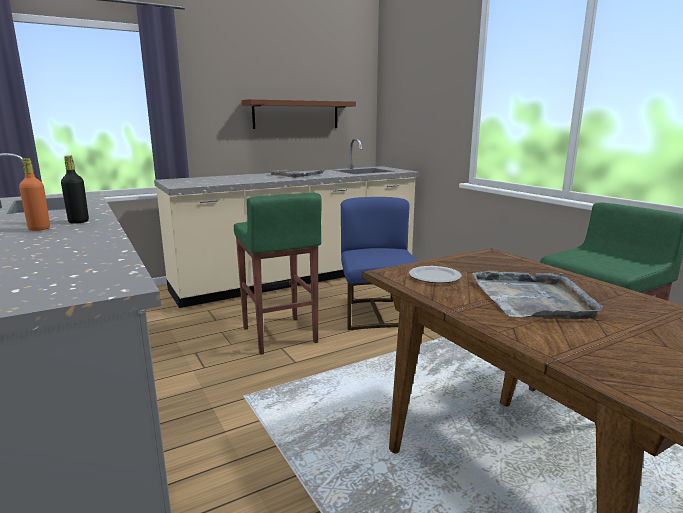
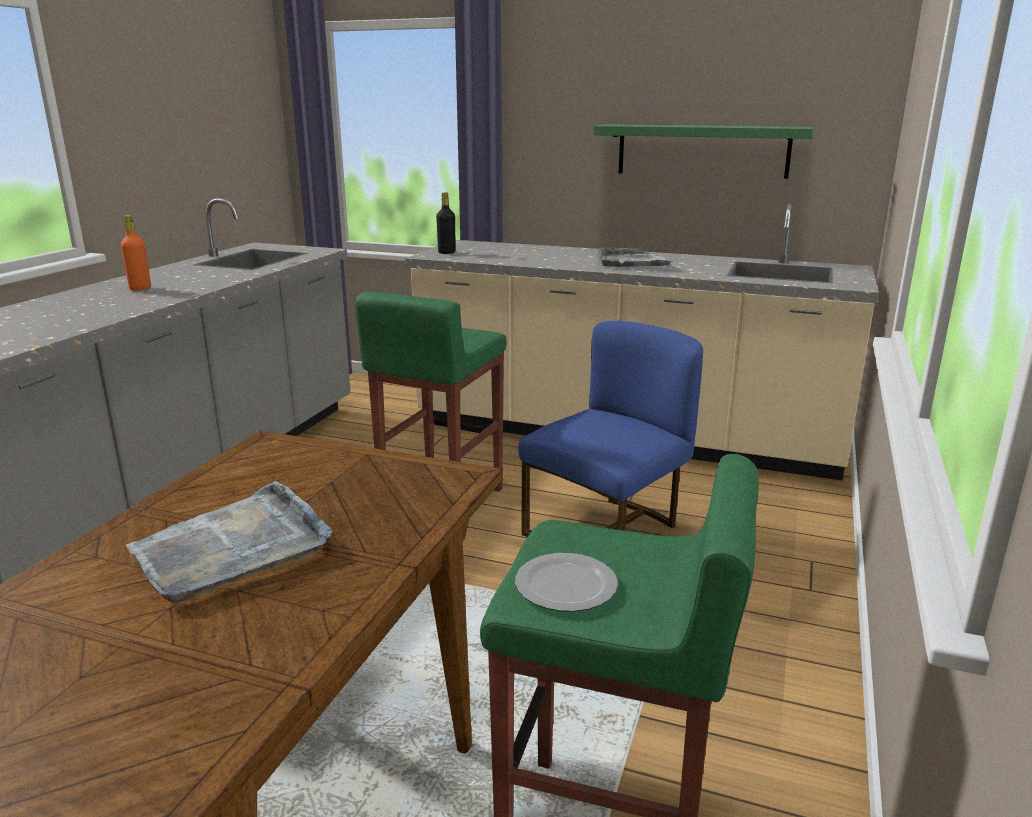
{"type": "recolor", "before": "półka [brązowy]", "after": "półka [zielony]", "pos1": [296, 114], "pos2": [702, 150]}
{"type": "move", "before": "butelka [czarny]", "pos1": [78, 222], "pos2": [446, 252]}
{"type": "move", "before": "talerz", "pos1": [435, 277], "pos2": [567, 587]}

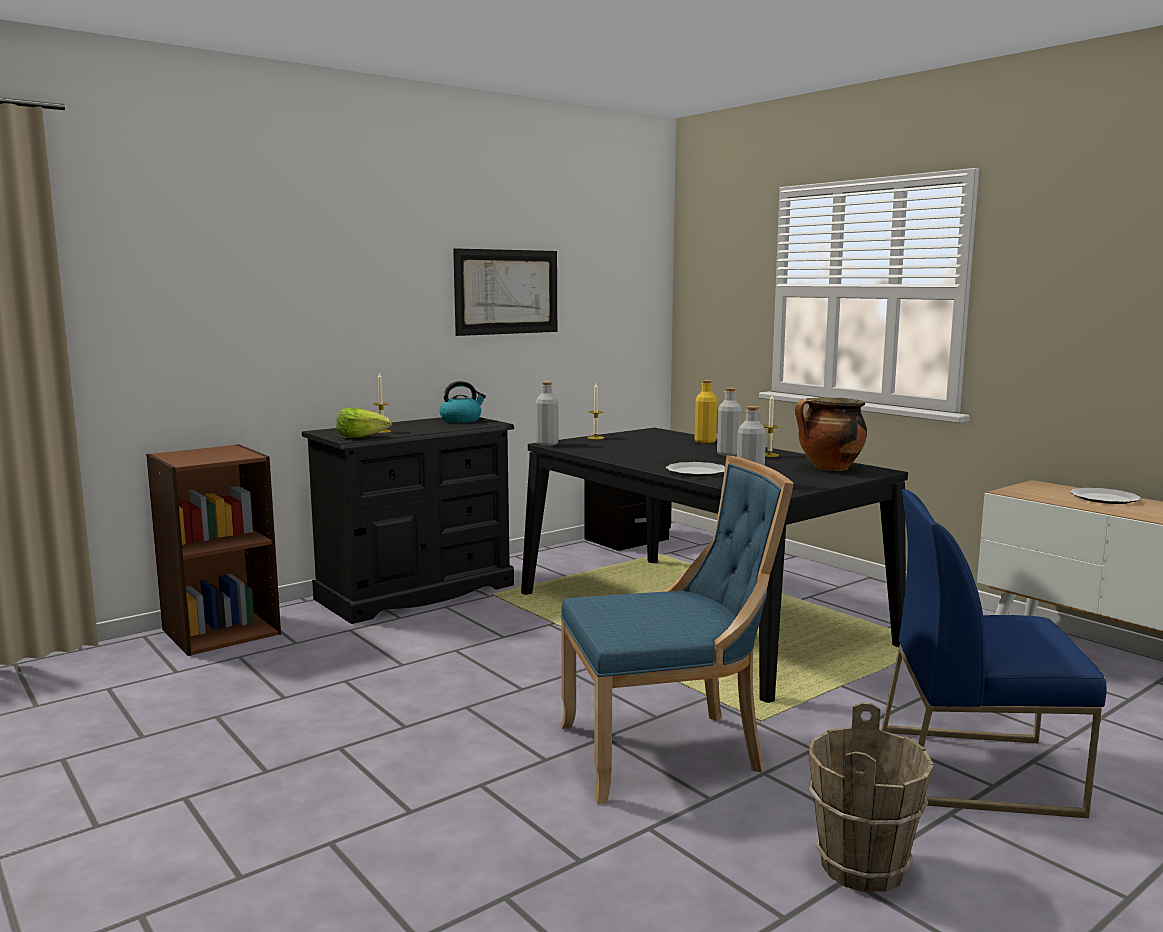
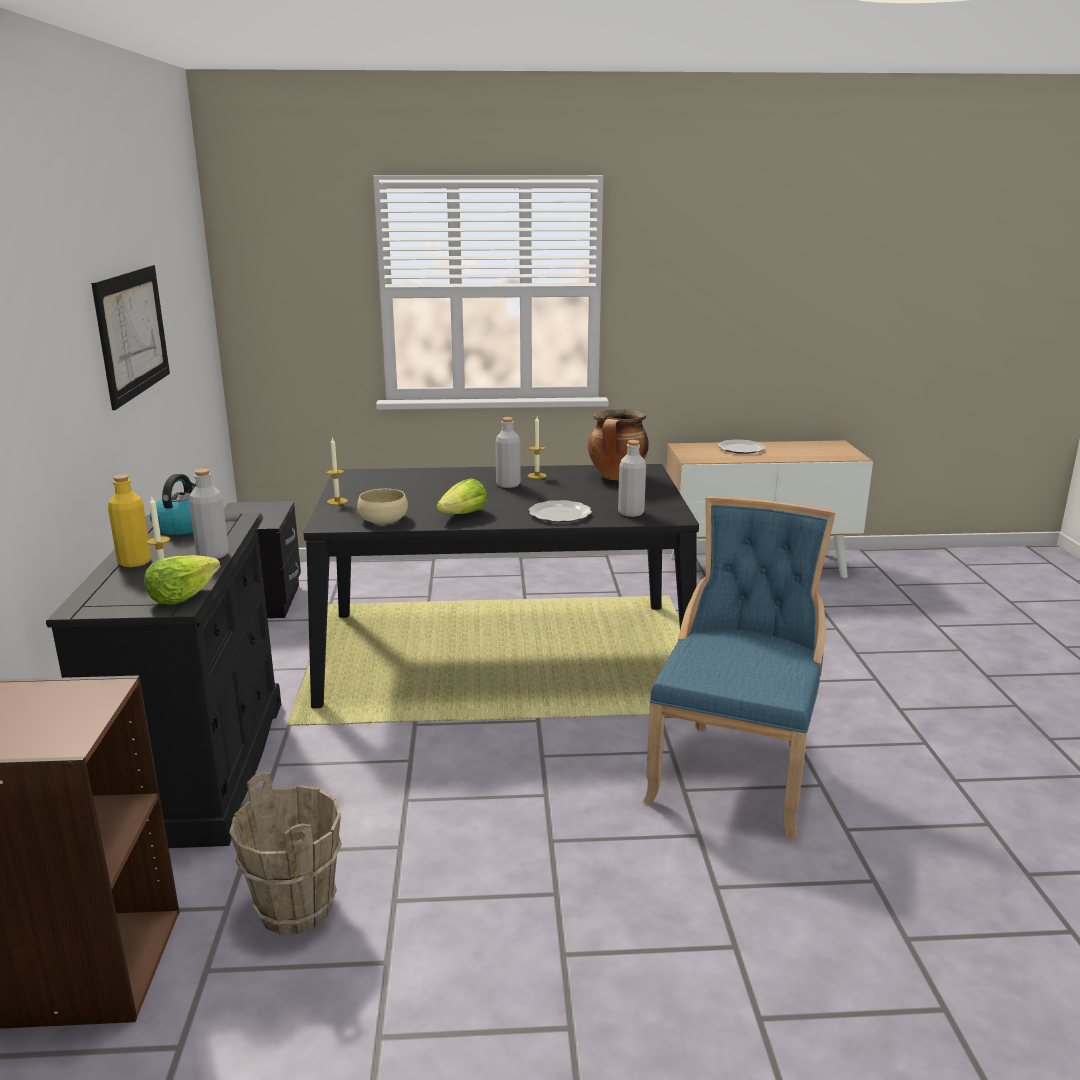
{"type": "move", "before": "butelka [żółty]", "pos1": [705, 441], "pos2": [134, 562]}
{"type": "move", "before": "butelka [szary]", "pos1": [547, 444], "pos2": [213, 555]}
{"type": "delete", "before": "krzesło [niebieski]", "pos1": [977, 769]}
{"type": "move", "before": "wiadro [brązowy]", "pos1": [863, 867], "pos2": [297, 908]}
{"type": "insert", "after": "sałata", "pos2": [463, 515]}
{"type": "insert", "after": "miska [beżowy]", "pos2": [383, 519]}

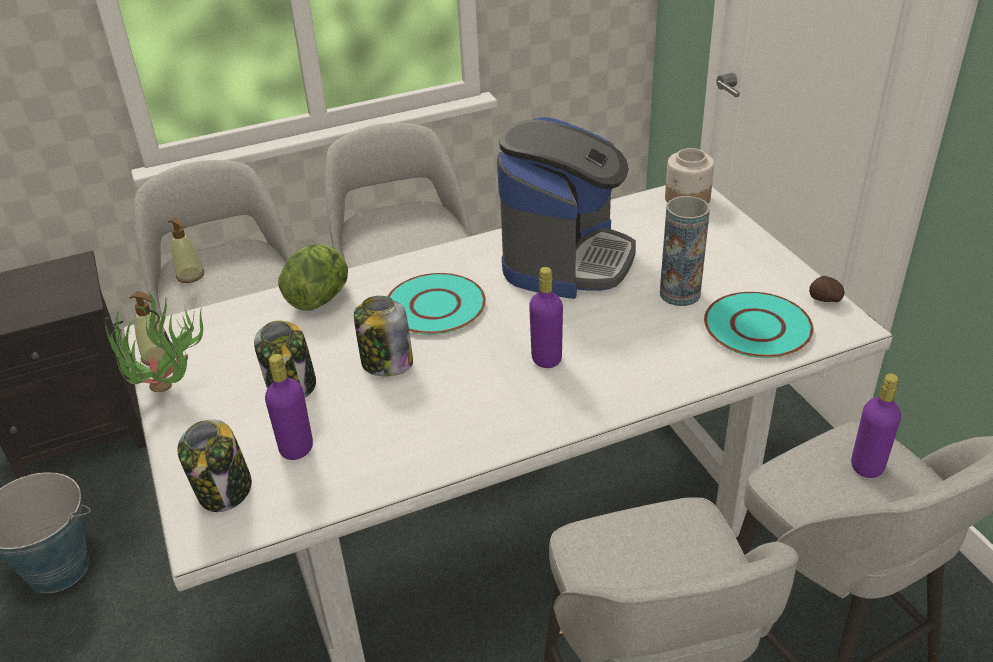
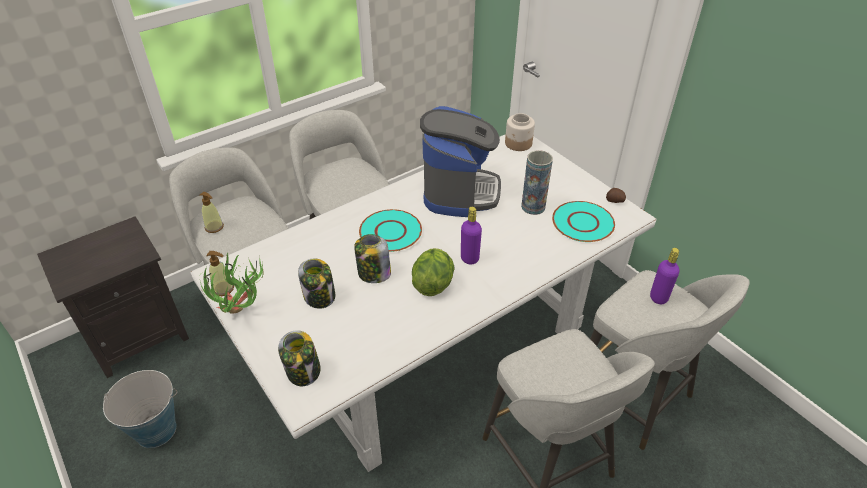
{"type": "move", "before": "sałata", "pos1": [320, 298], "pos2": [433, 283]}
{"type": "delete", "before": "butelka [fioletowy]", "pos1": [296, 449]}

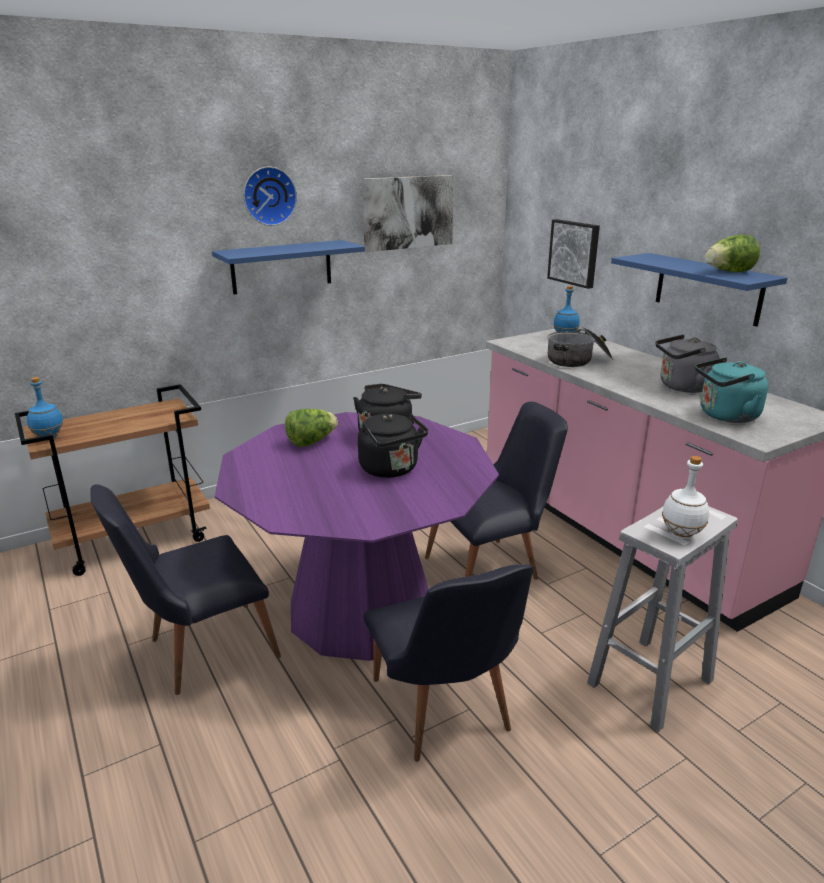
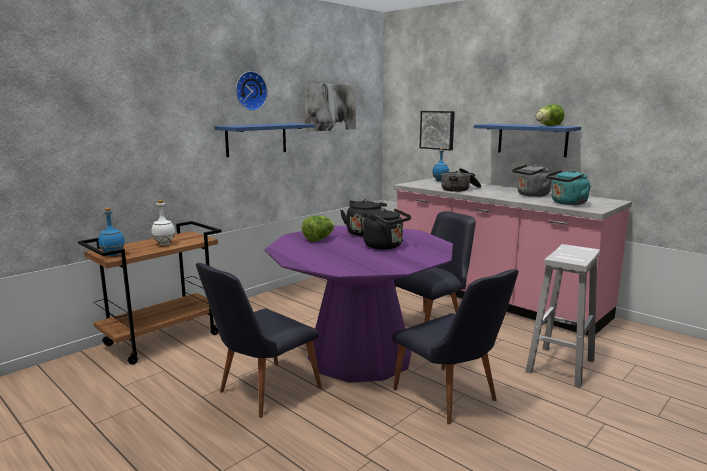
{"type": "move", "before": "butelka [biały]", "pos1": [682, 535], "pos2": [164, 244]}

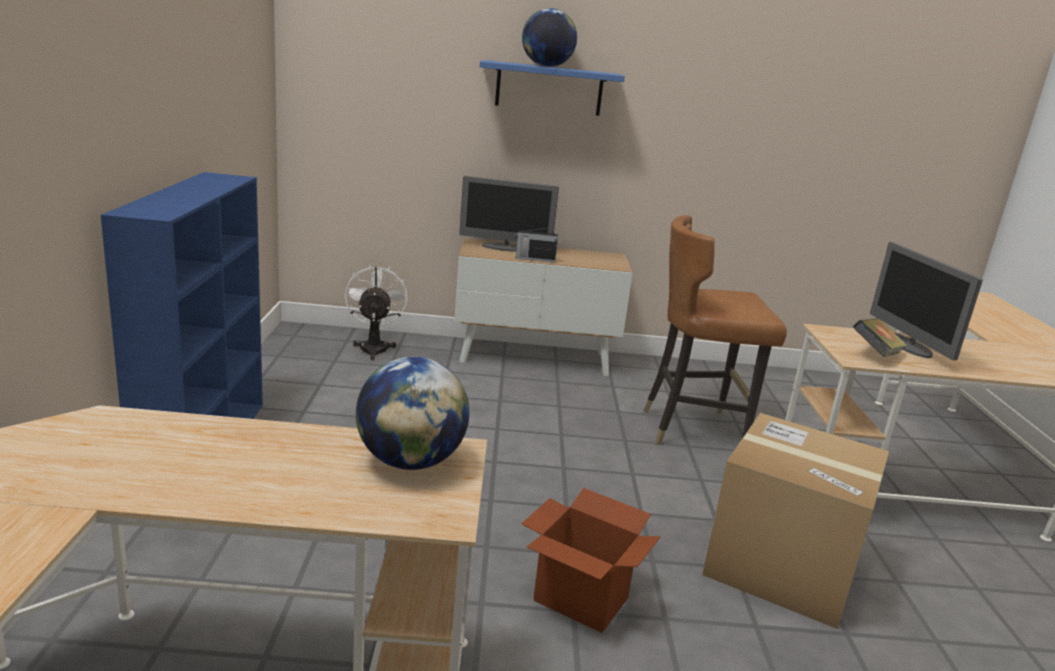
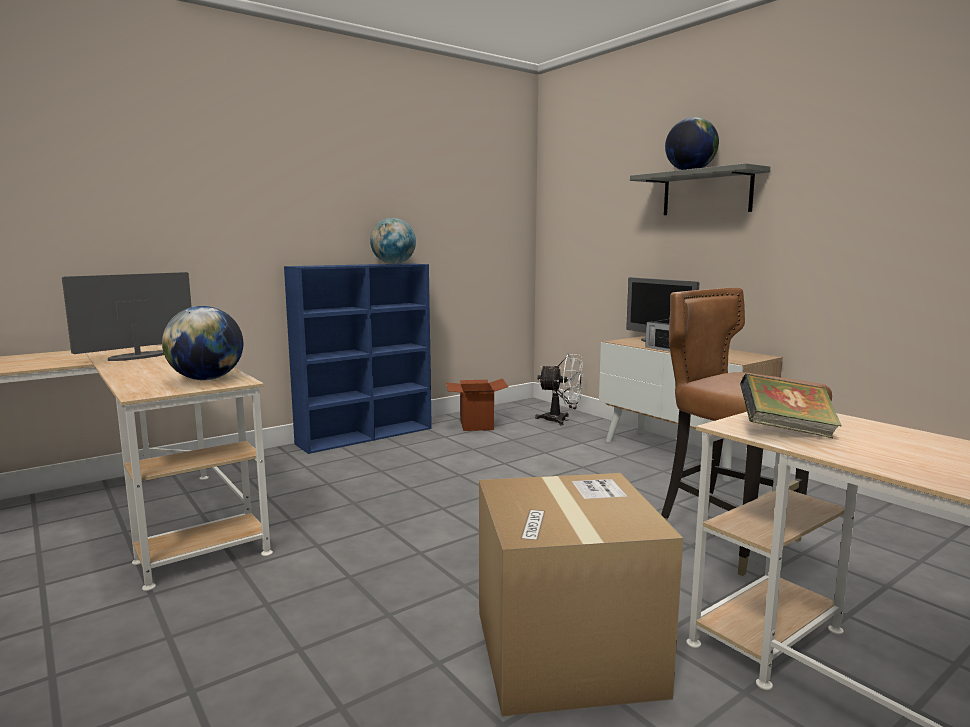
{"type": "recolor", "before": "półka [niebieski]", "after": "półka [szary]", "pos1": [549, 88], "pos2": [706, 193]}
{"type": "move", "before": "monitor", "pos1": [907, 346], "pos2": [138, 356]}
{"type": "rotate", "before": "wentylator [biały]", "pos1": [374, 347], "pos2": [561, 420], "turn": 60}
{"type": "move", "before": "karton", "pos1": [580, 599], "pos2": [476, 425]}
{"type": "insert", "after": "globus", "pos2": [393, 264]}

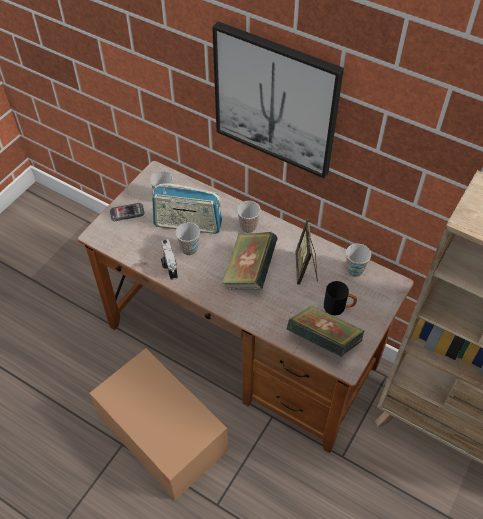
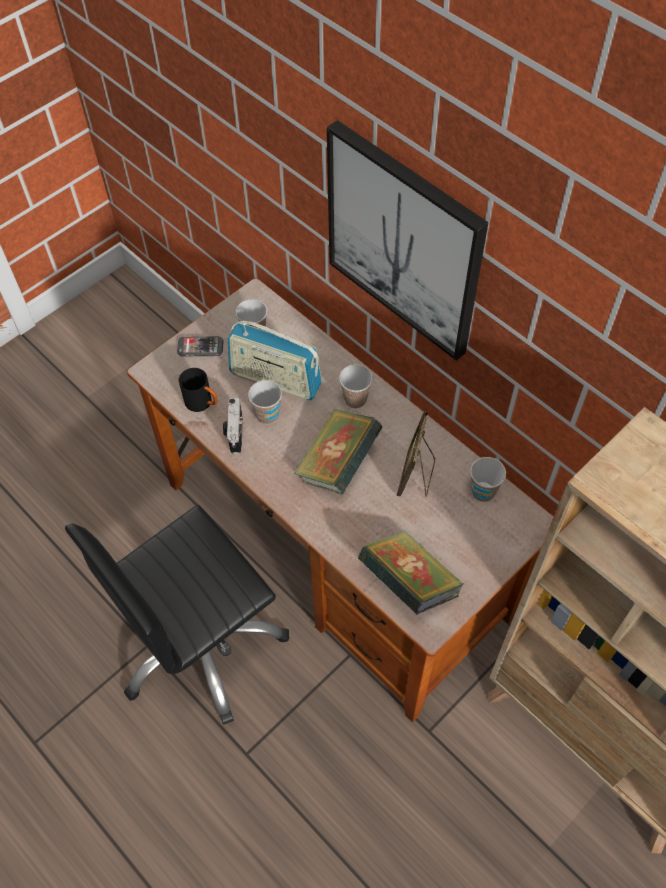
{"type": "move", "before": "kubek [czarny]", "pos1": [338, 307], "pos2": [203, 403]}
{"type": "replace", "before": "karton", "after": "krzesło biurowe [czarny]", "pos1": [162, 433], "pos2": [201, 643]}

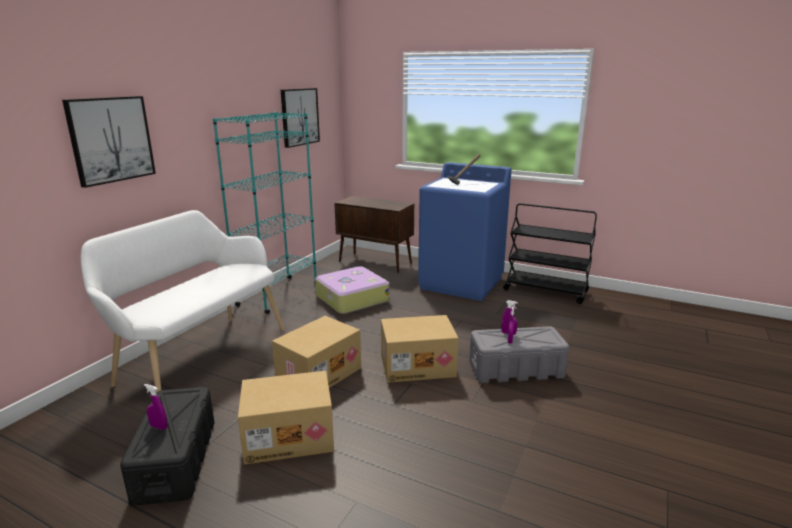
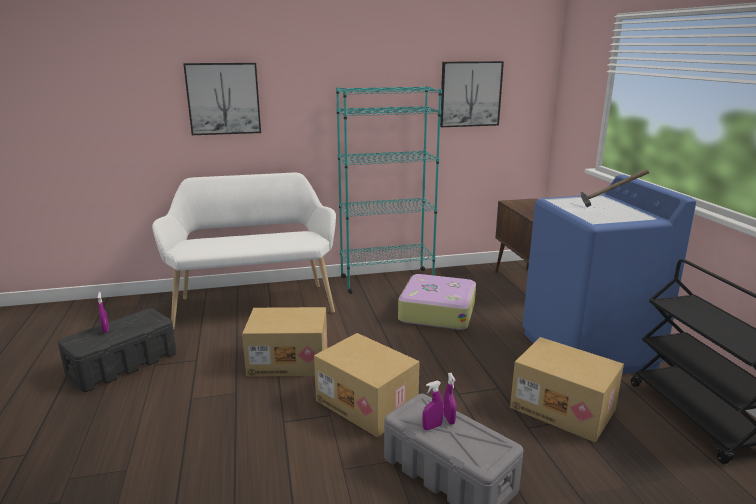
{"type": "move", "before": "karton", "pos1": [289, 436], "pos2": [563, 408]}

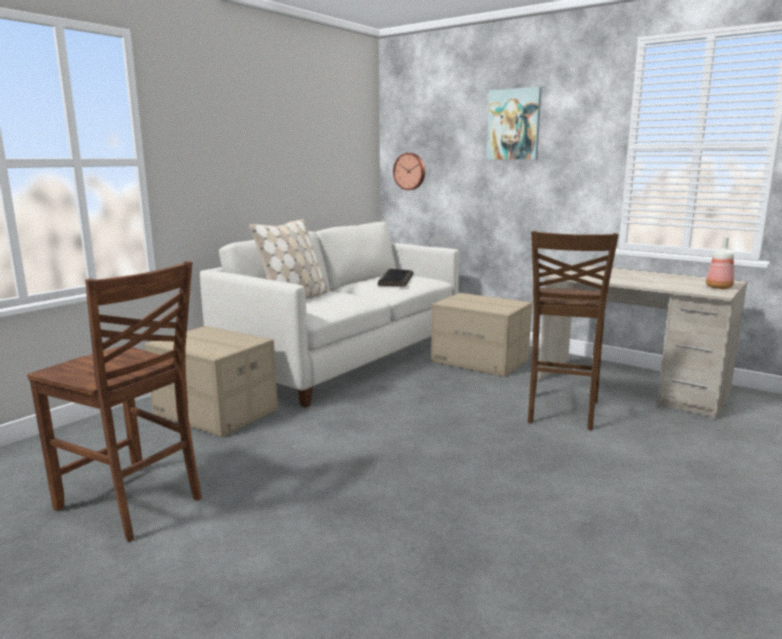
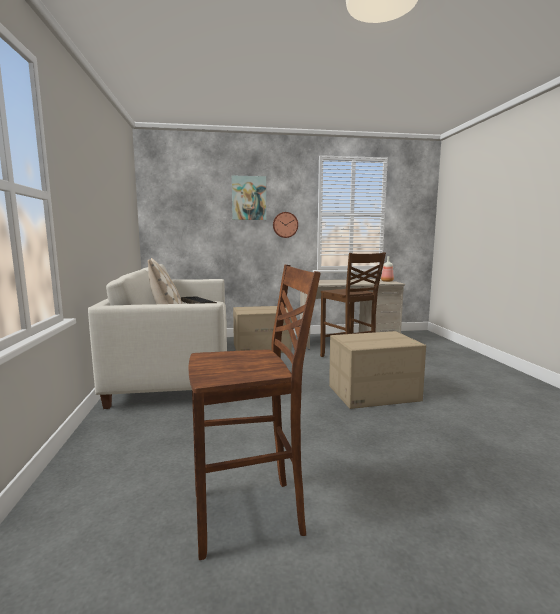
{"type": "move", "before": "zegar ścienny", "pos1": [410, 171], "pos2": [285, 225]}
{"type": "replace", "before": "krzesło [brązowy]", "after": "stołek [brązowy]", "pos1": [132, 504], "pos2": [250, 515]}
{"type": "move", "before": "karton", "pos1": [215, 412], "pos2": [373, 394]}

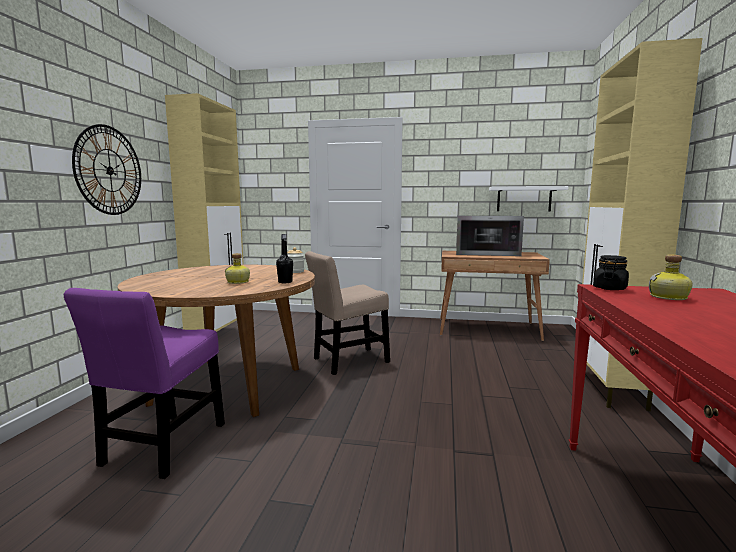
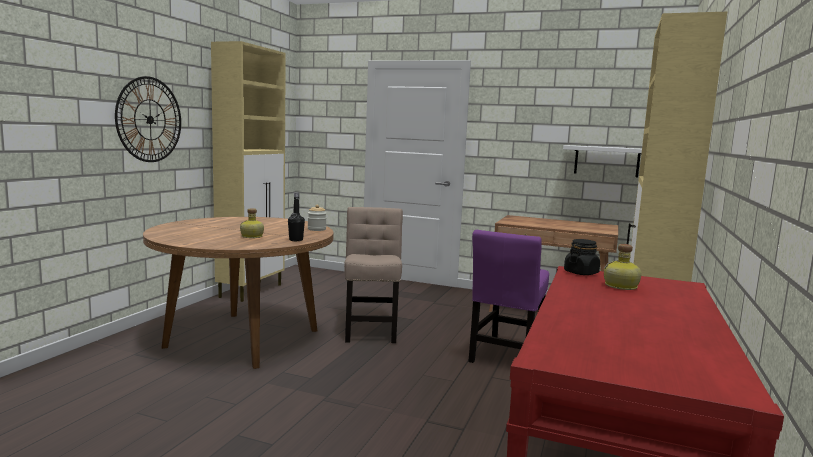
{"type": "delete", "before": "mikrofalówka", "pos1": [487, 253]}
{"type": "rotate", "before": "krzesło [beżowy]", "pos1": [347, 361], "pos2": [371, 328], "turn": 105}
{"type": "move", "before": "krzesło [fioletowy]", "pos1": [162, 447], "pos2": [506, 356]}

